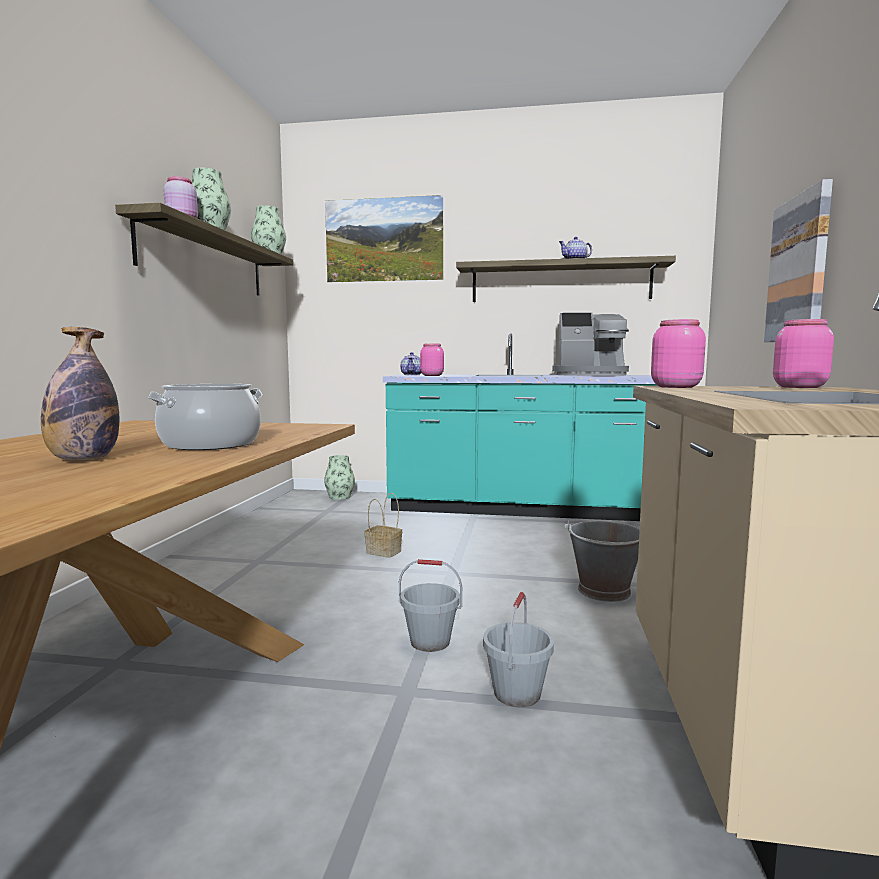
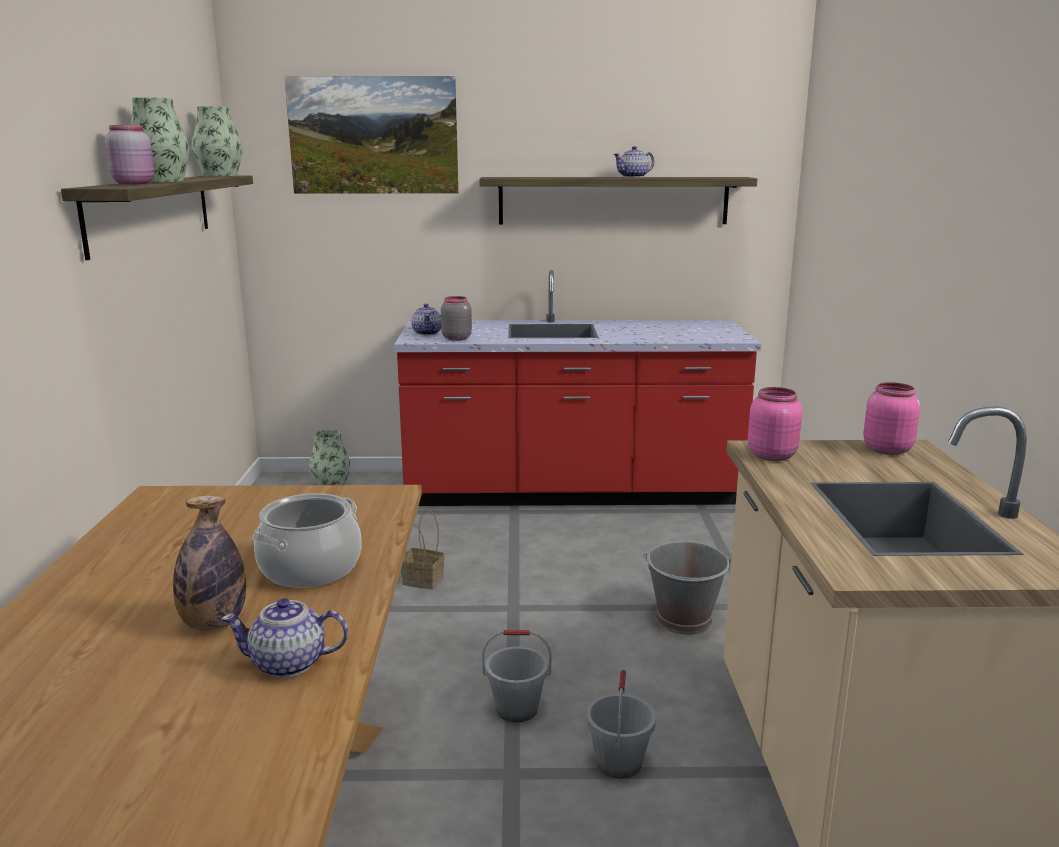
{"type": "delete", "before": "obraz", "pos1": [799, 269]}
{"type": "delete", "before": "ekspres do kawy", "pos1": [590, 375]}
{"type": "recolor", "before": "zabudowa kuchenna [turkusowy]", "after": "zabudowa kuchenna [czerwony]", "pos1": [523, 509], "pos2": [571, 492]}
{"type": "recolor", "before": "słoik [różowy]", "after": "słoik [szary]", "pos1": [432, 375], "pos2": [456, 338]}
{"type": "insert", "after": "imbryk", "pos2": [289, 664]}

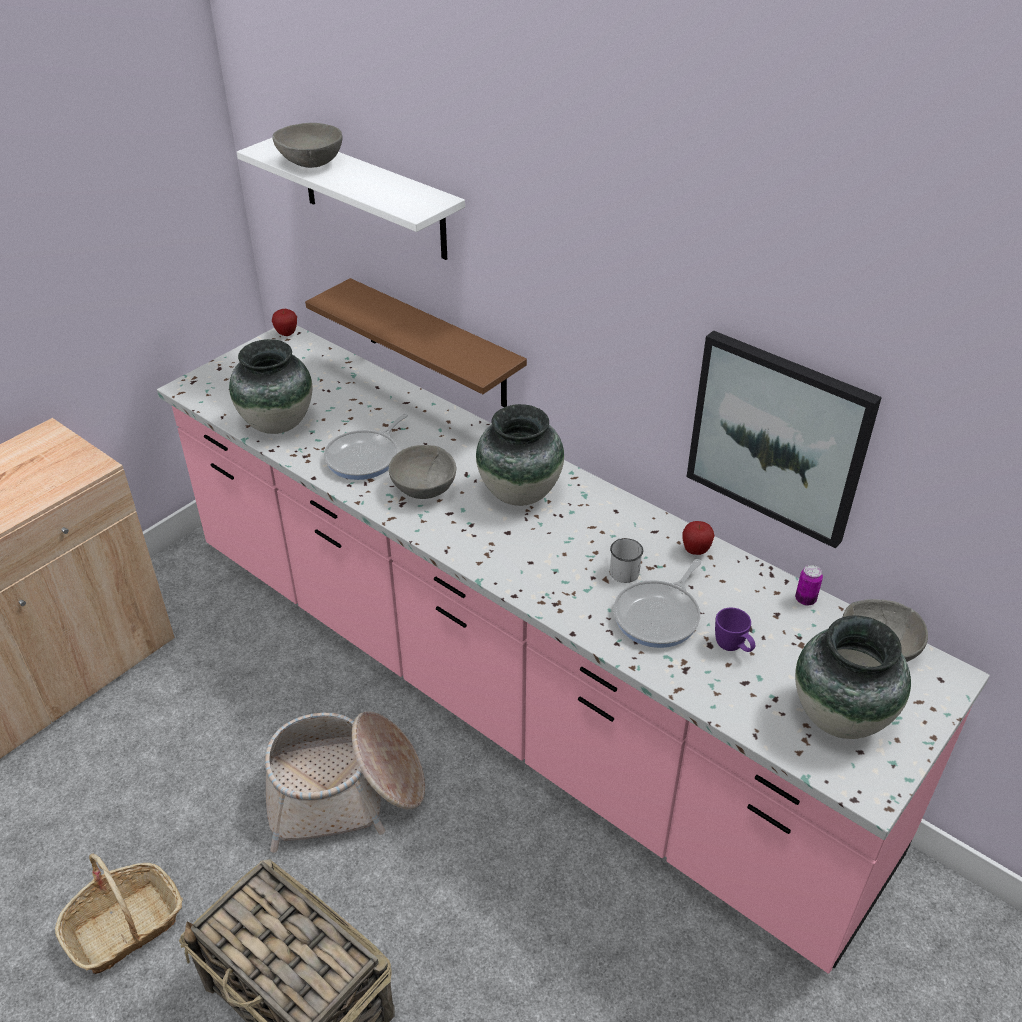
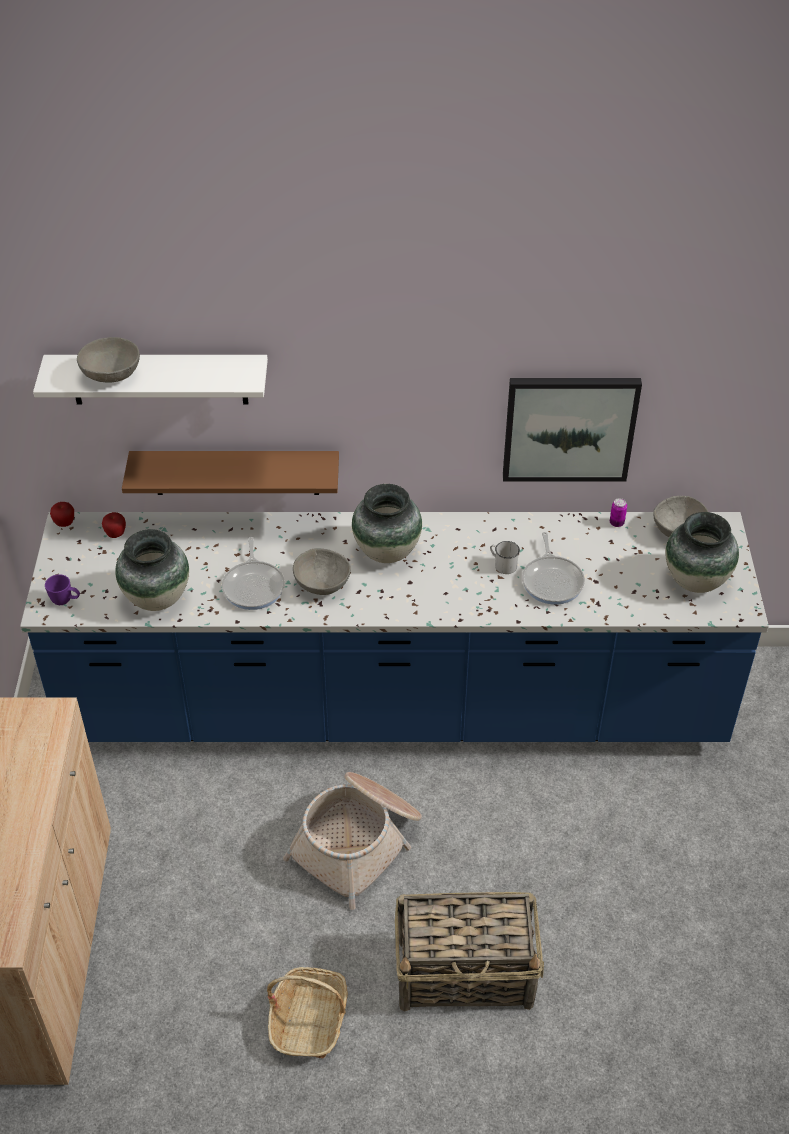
{"type": "recolor", "before": "zabudowa kuchenna [różowy]", "after": "zabudowa kuchenna [niebieski]", "pos1": [510, 691], "pos2": [394, 706]}
{"type": "move", "before": "jabłko", "pos1": [695, 551], "pos2": [116, 534]}
{"type": "move", "before": "kubek [fioletowy]", "pos1": [733, 648], "pos2": [66, 601]}

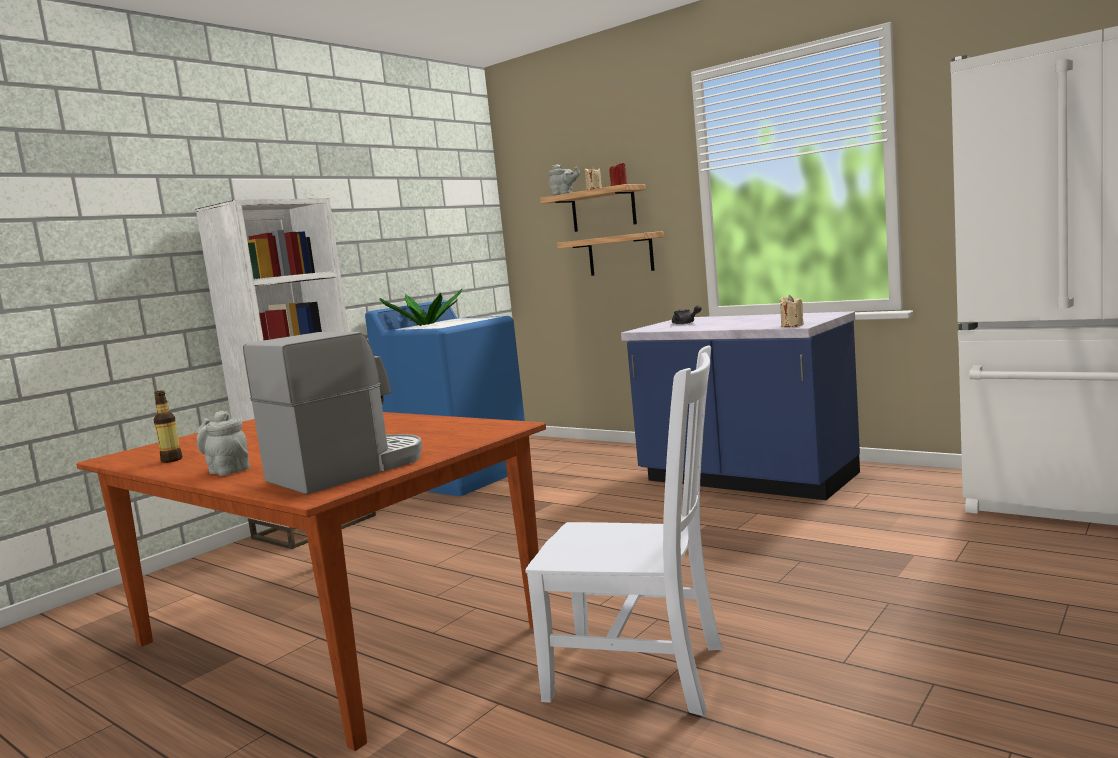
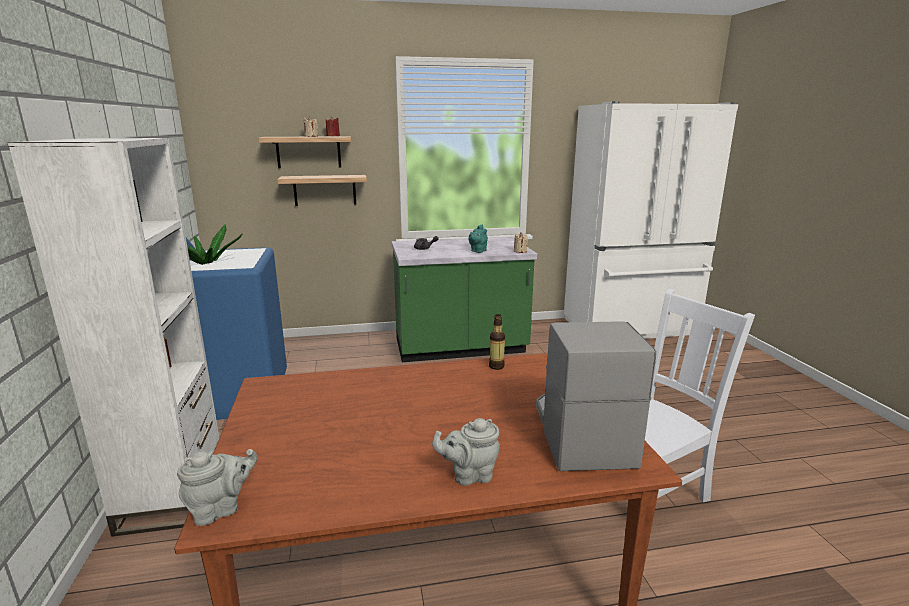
{"type": "move", "before": "imbryk [szary]", "pos1": [564, 194], "pos2": [221, 509]}
{"type": "recolor", "before": "zabudowa kuchenna [niebieski]", "after": "zabudowa kuchenna [zielony]", "pos1": [746, 479], "pos2": [460, 347]}
{"type": "move", "before": "butelka", "pos1": [172, 460], "pos2": [496, 366]}
{"type": "insert", "after": "imbryk [turkusowy]", "pos2": [478, 251]}

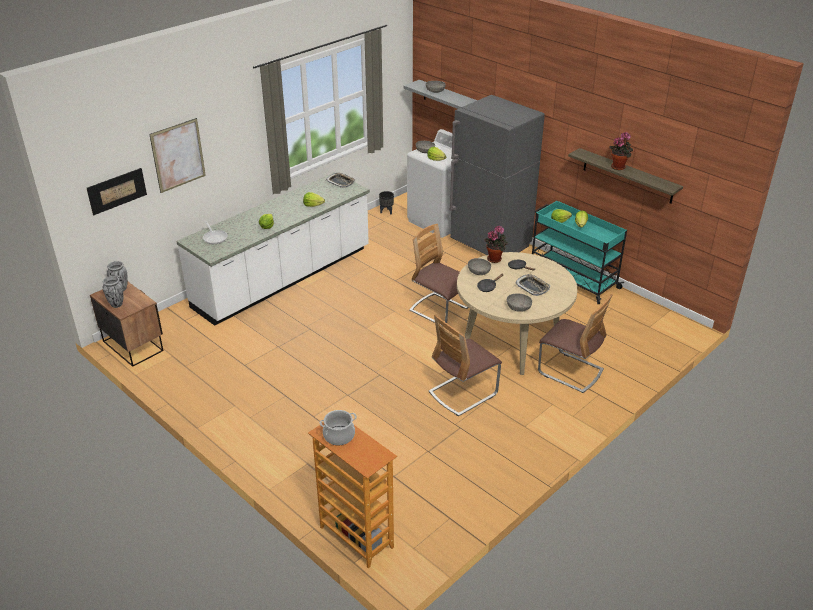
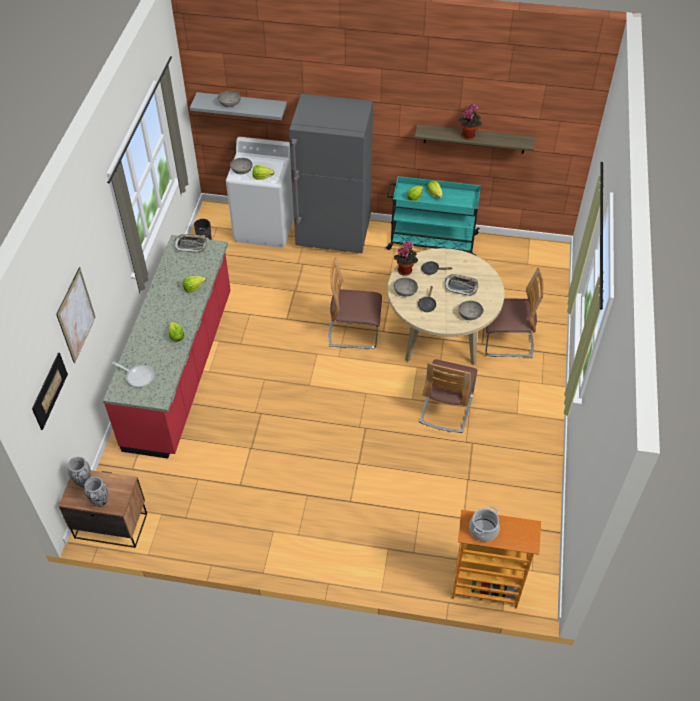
{"type": "recolor", "before": "zabudowa kuchenna [biały]", "after": "zabudowa kuchenna [czerwony]", "pos1": [284, 278], "pos2": [181, 369]}

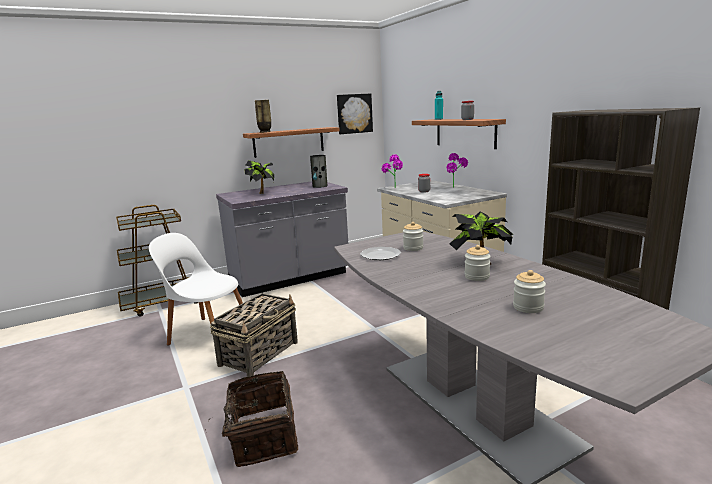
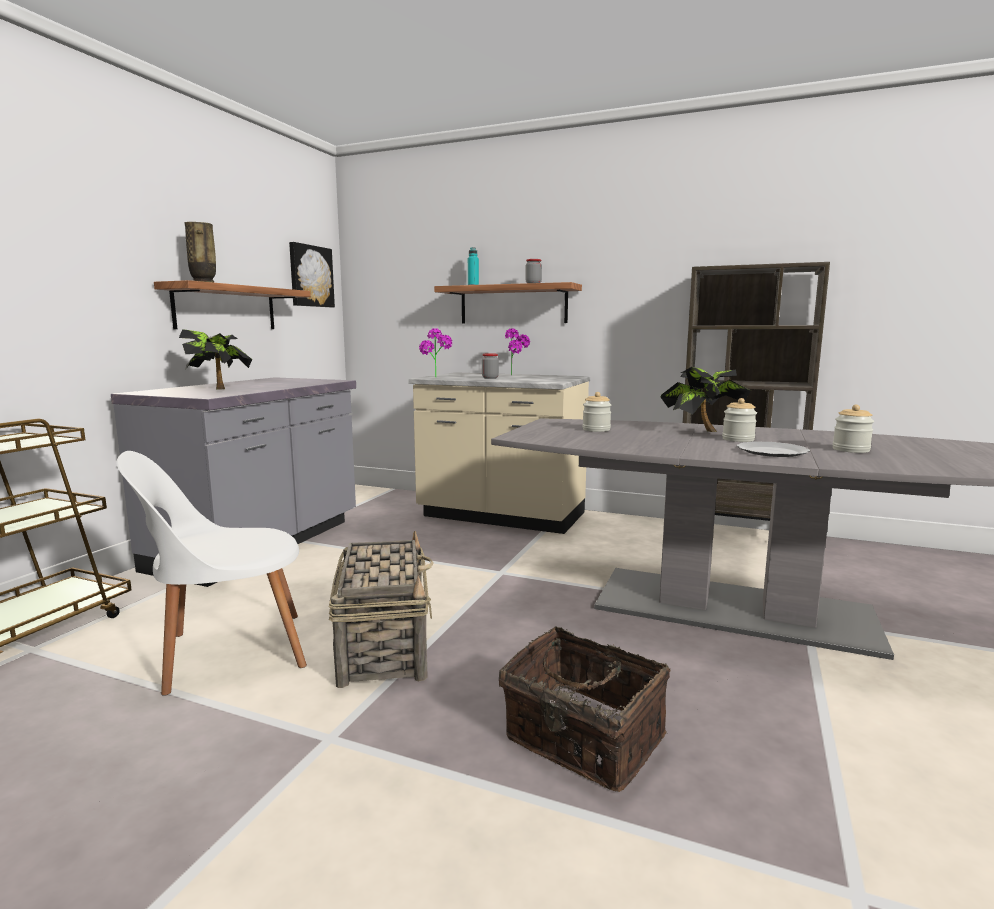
{"type": "delete", "before": "wazon", "pos1": [320, 186]}
{"type": "move", "before": "talerz", "pos1": [381, 255], "pos2": [771, 452]}

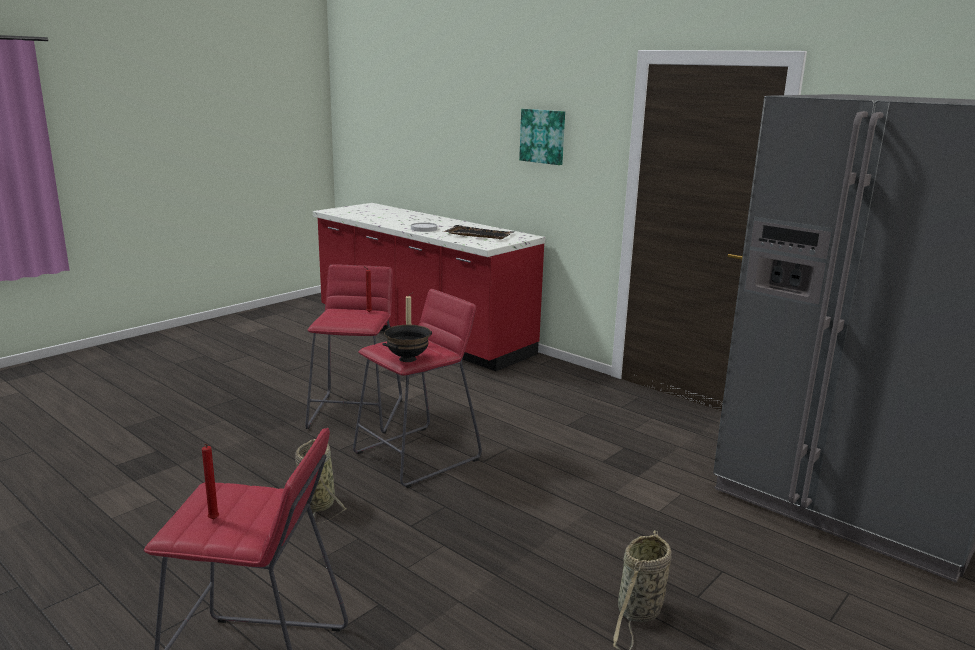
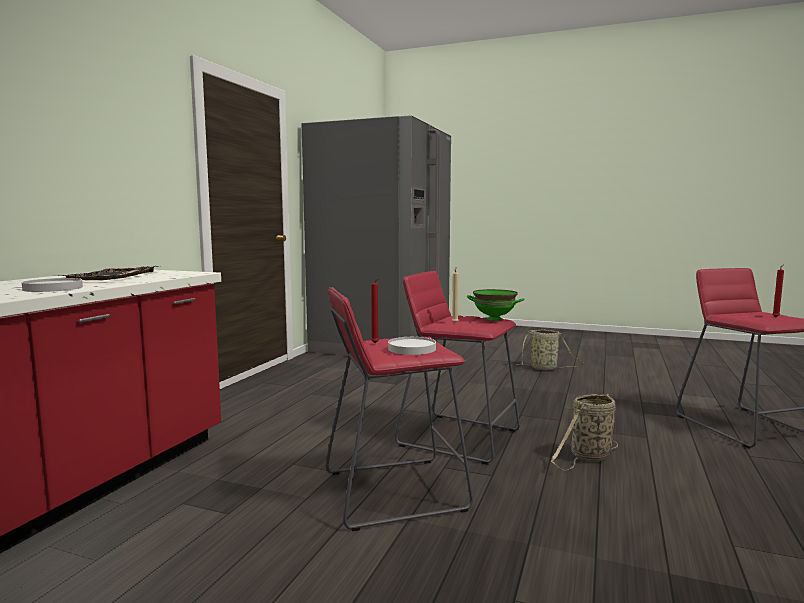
{"type": "delete", "before": "obraz", "pos1": [543, 136]}
{"type": "recolor", "before": "miska [czarny]", "after": "miska [zielony]", "pos1": [408, 359], "pos2": [494, 319]}
{"type": "insert", "after": "talerz [biały]", "pos2": [412, 349]}

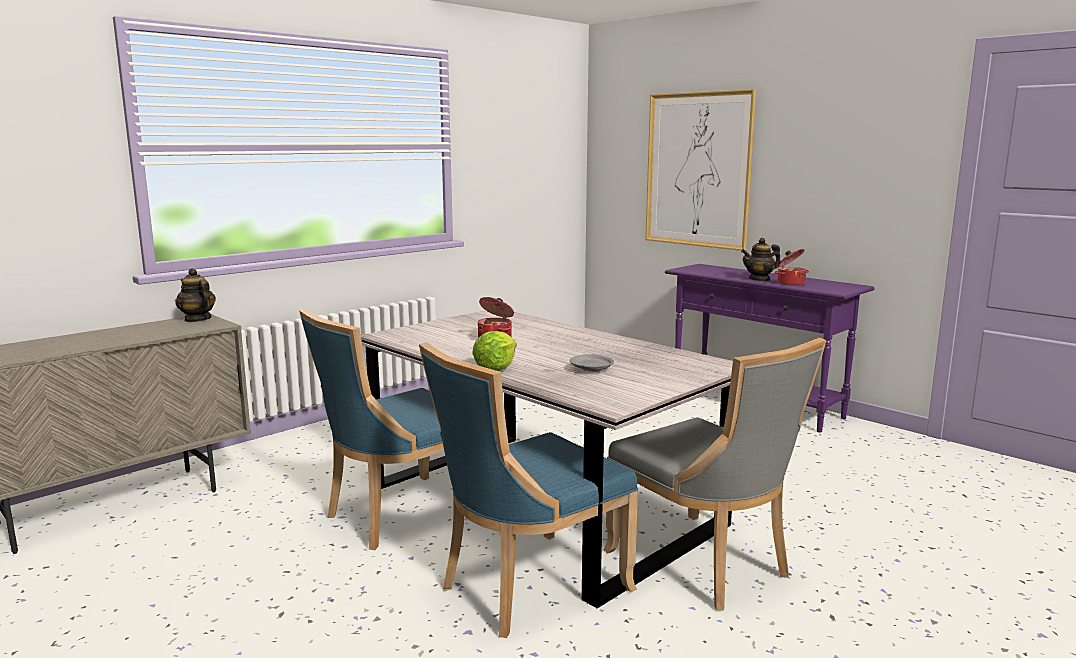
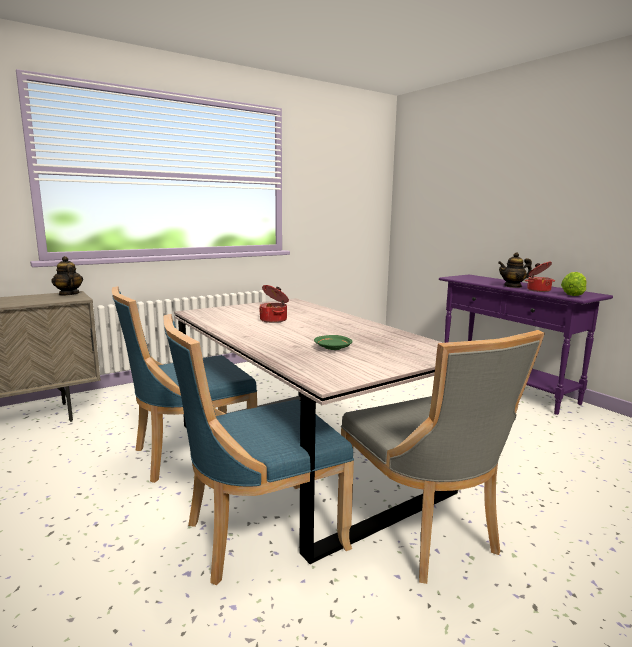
{"type": "delete", "before": "obraz", "pos1": [698, 170]}
{"type": "move", "before": "sałata", "pos1": [496, 368], "pos2": [573, 294]}
{"type": "recolor", "before": "talerz [szary]", "after": "talerz [zielony]", "pos1": [591, 369], "pos2": [333, 348]}

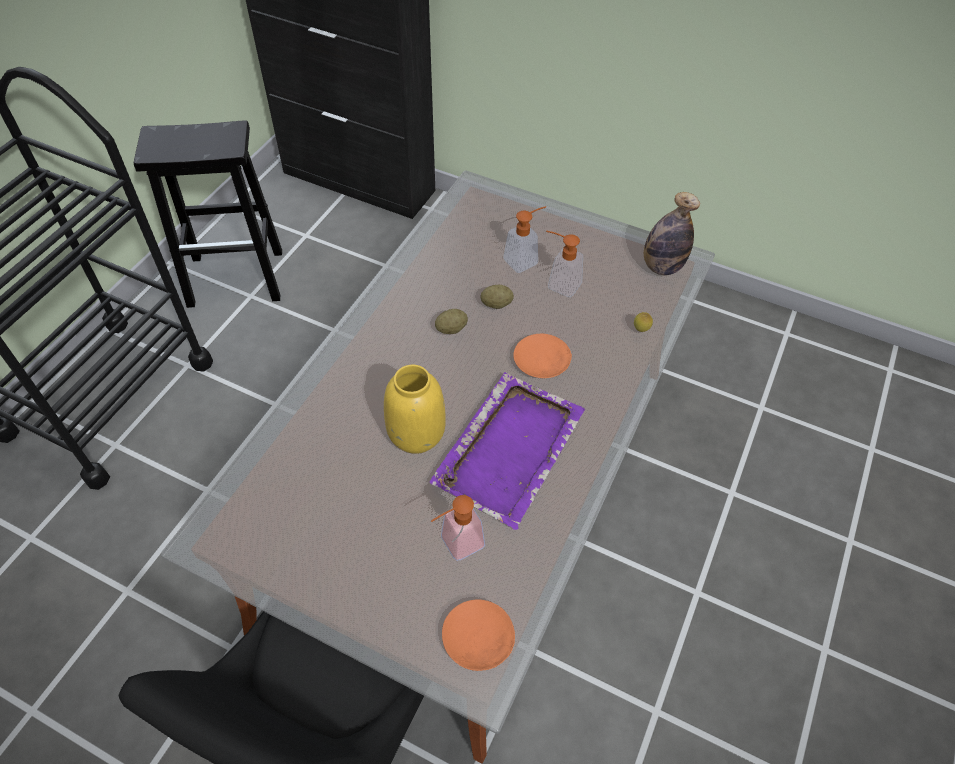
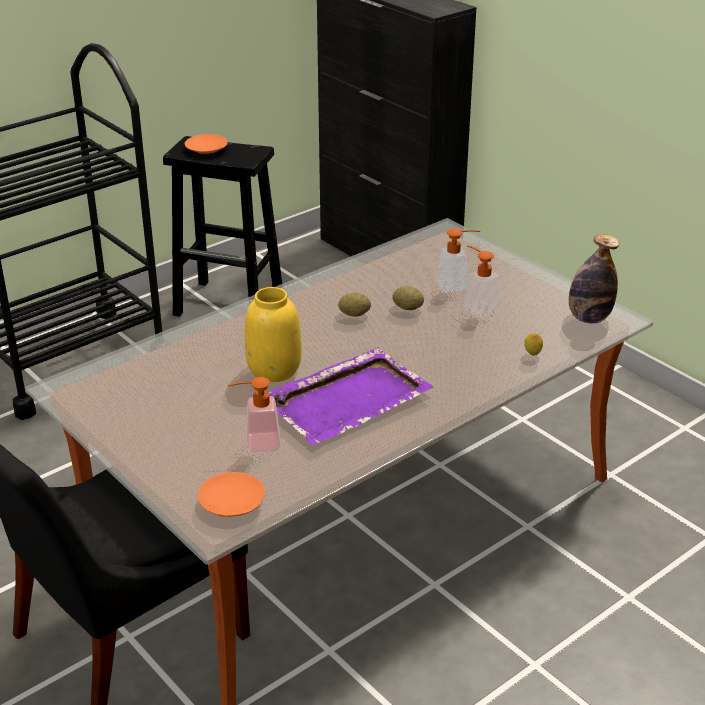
{"type": "move", "before": "talerz [pomarańczowy]", "pos1": [542, 361], "pos2": [206, 149]}

